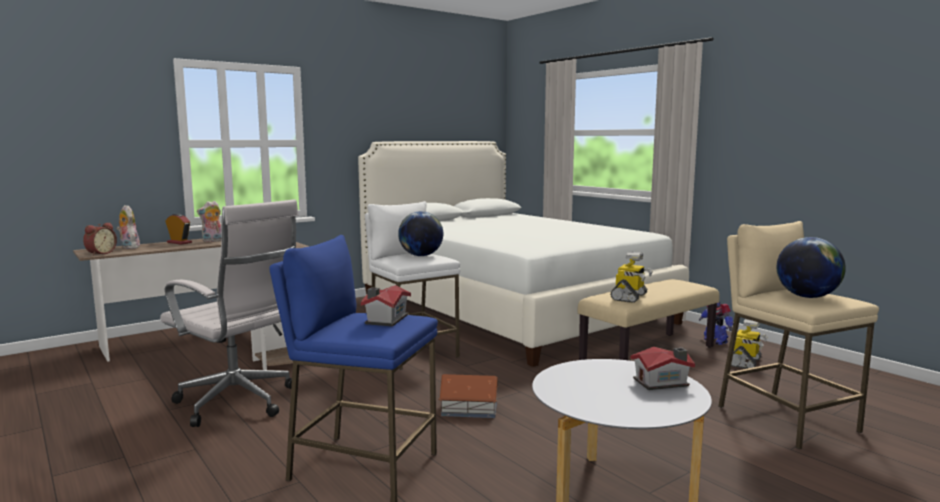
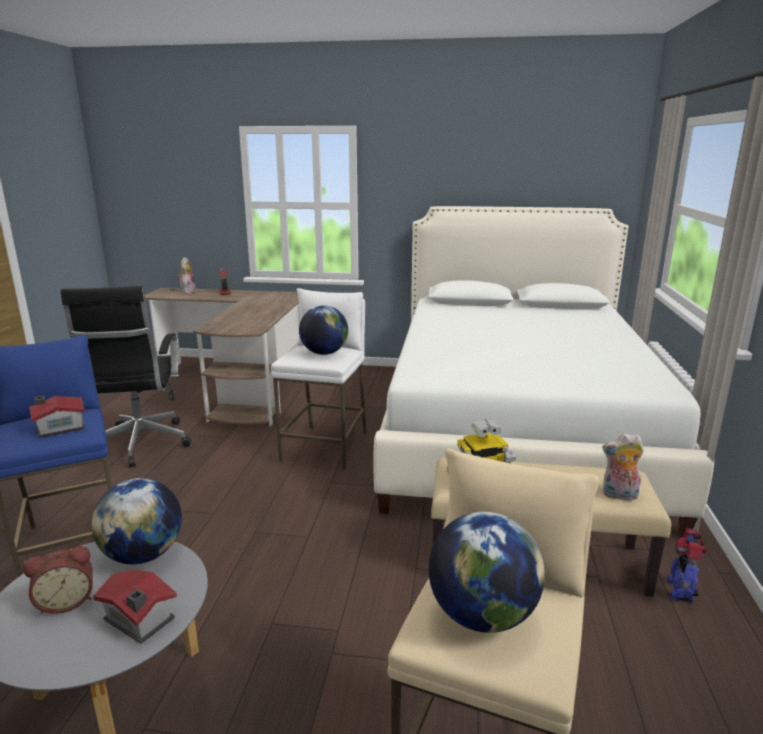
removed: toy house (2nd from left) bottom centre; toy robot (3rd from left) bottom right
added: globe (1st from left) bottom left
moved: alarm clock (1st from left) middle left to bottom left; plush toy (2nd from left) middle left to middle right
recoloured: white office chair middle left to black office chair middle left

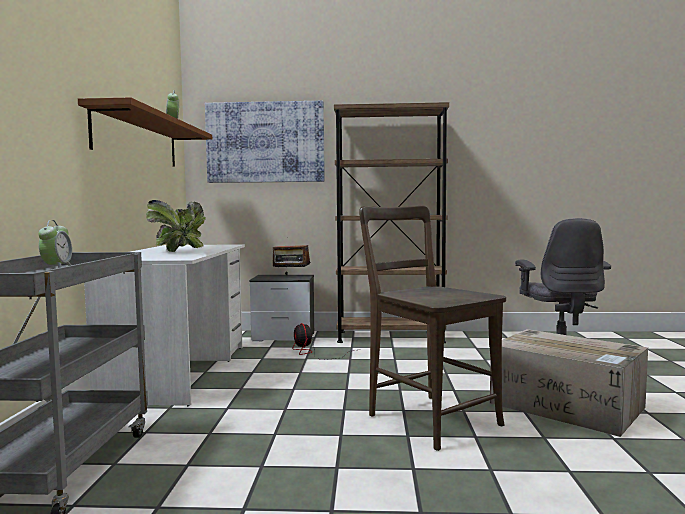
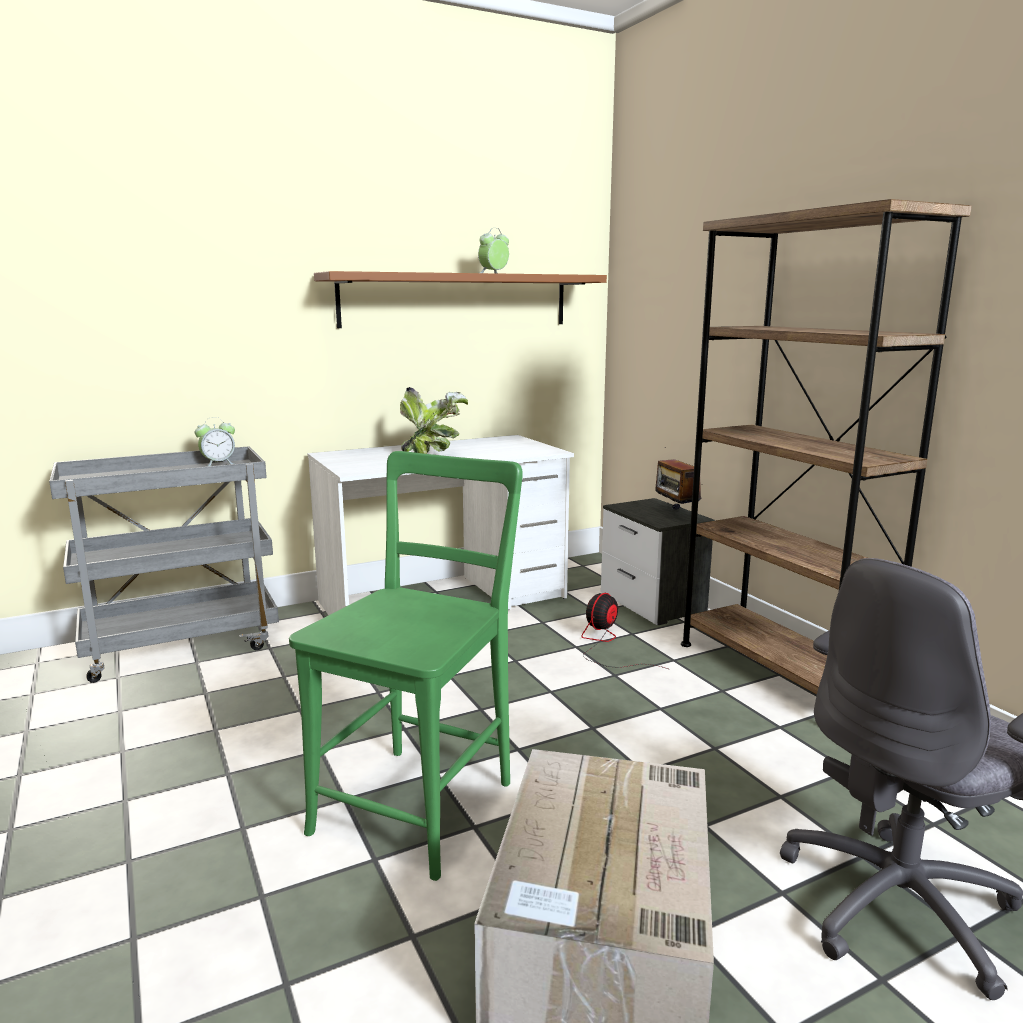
removed: picture top centre
recoloured: brown chair centre to green chair centre

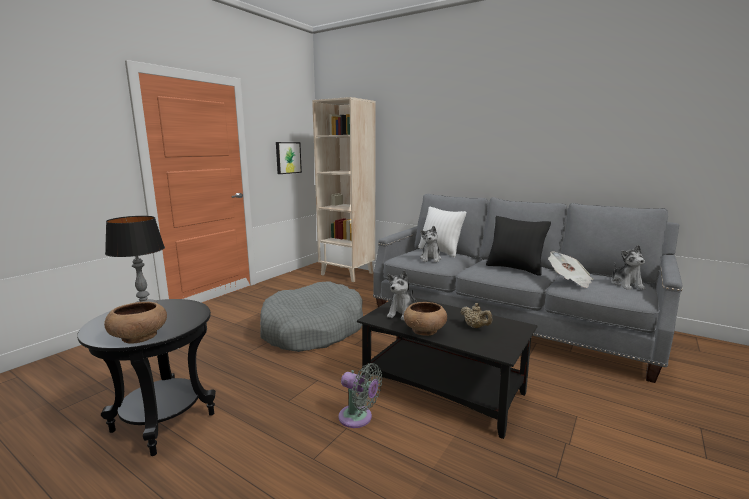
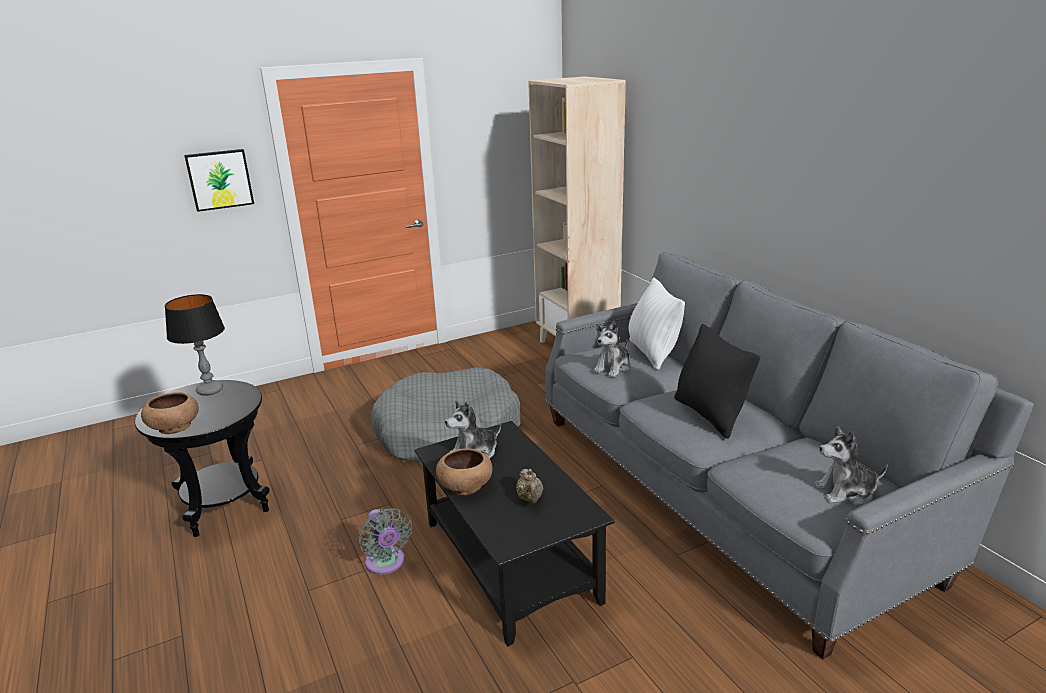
removed: newspaper middle right
moved: picture top centre to top left
turned: plush toy (3rd from left) middle right = bottom right 60 degrees clockwise

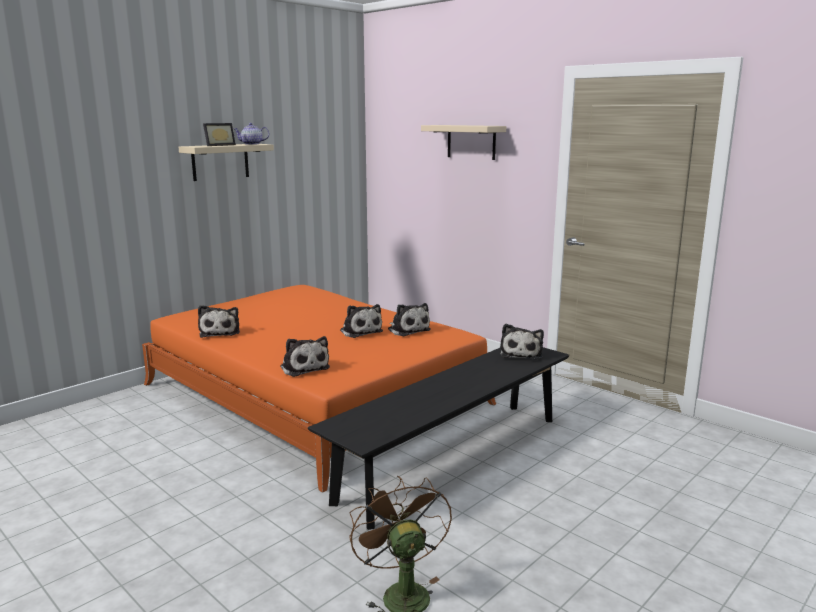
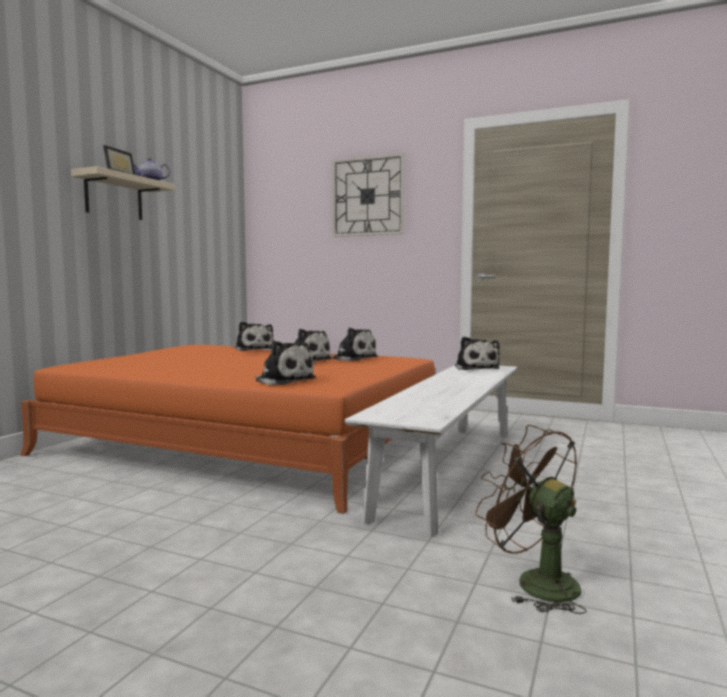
moved: plush toy (1st from left) middle left to centre
replaced: beige shelf (2nd from left) top centre to wall clock top centre
recoloured: black bench bottom centre to white bench centre

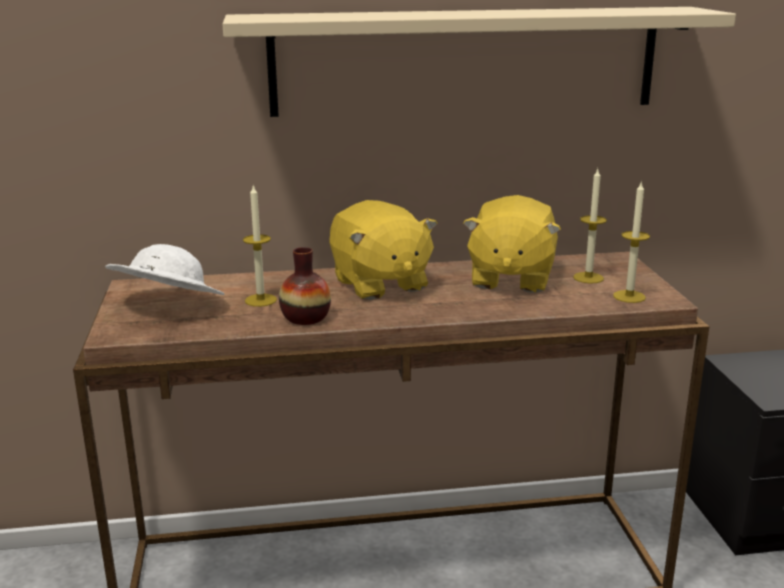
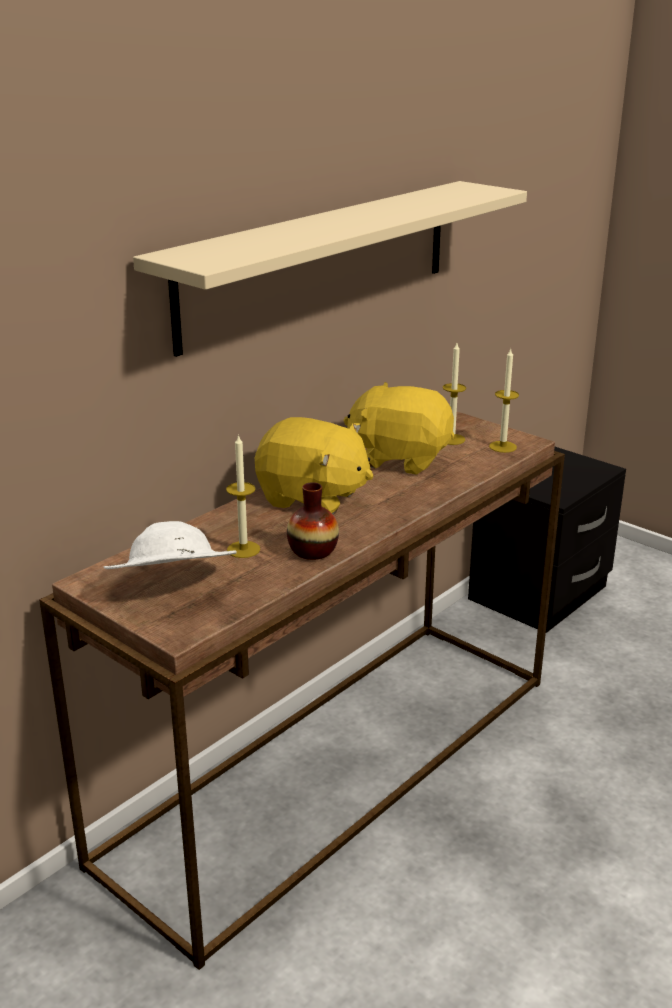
turned: yellow plush toy (2nd from left) centre = centre 135 degrees clockwise

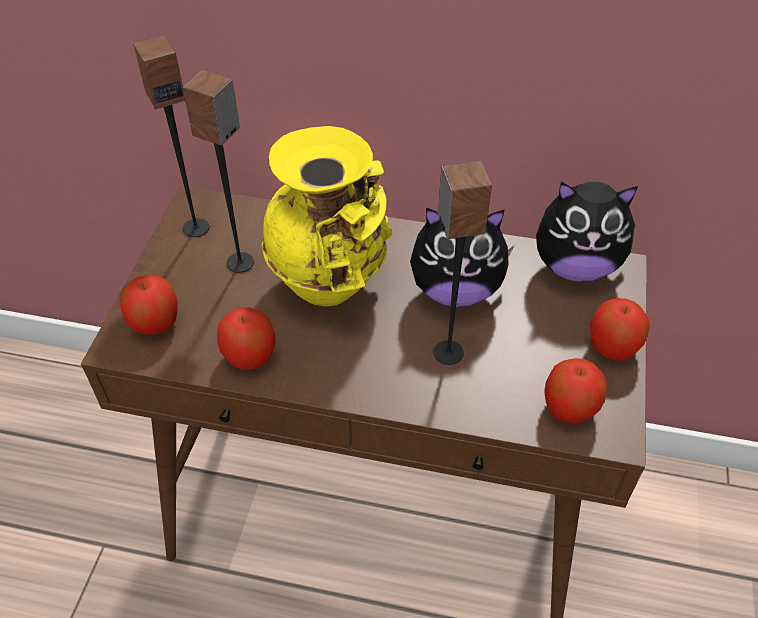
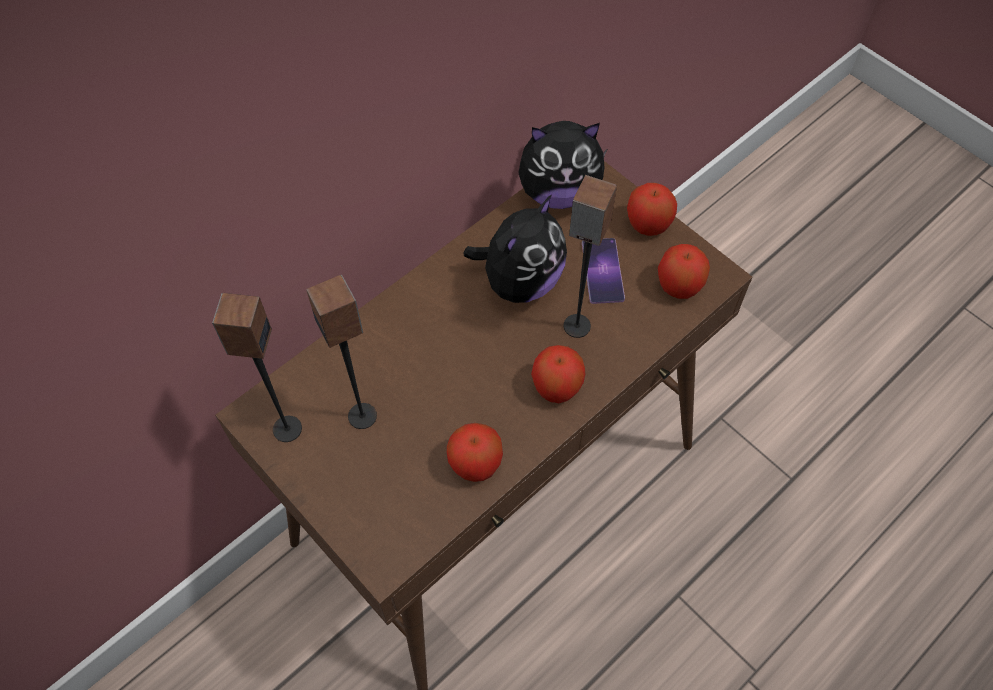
removed: yellow vase centre
added: phone centre
moved: apple (1st from left in the first image) middle left to apple (2nd from left) centre
turned: plush toy (2nd from left) middle right = top centre 45 degrees clockwise

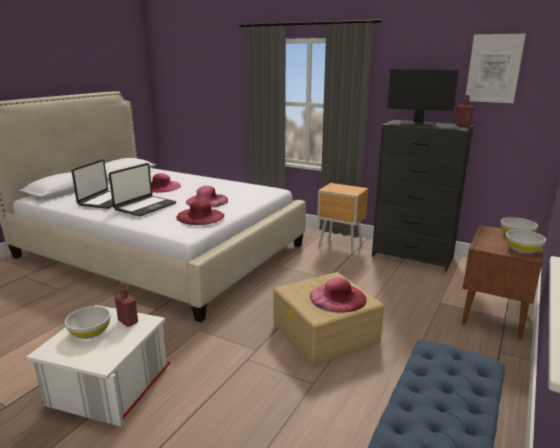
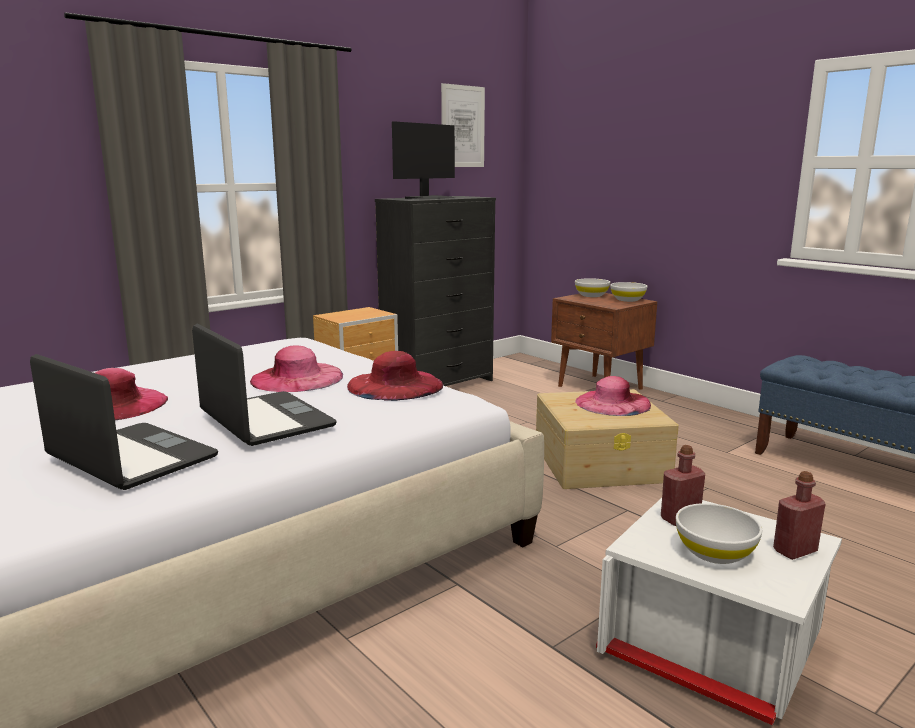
moved: red bottle (2nd from left) top right to bottom right

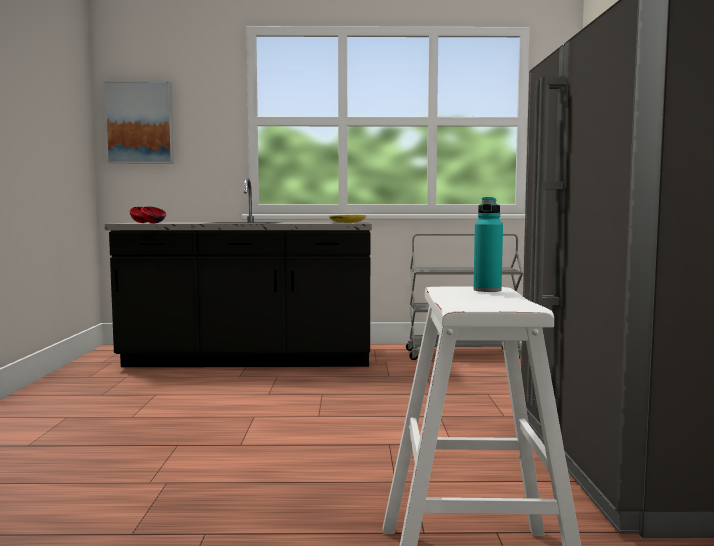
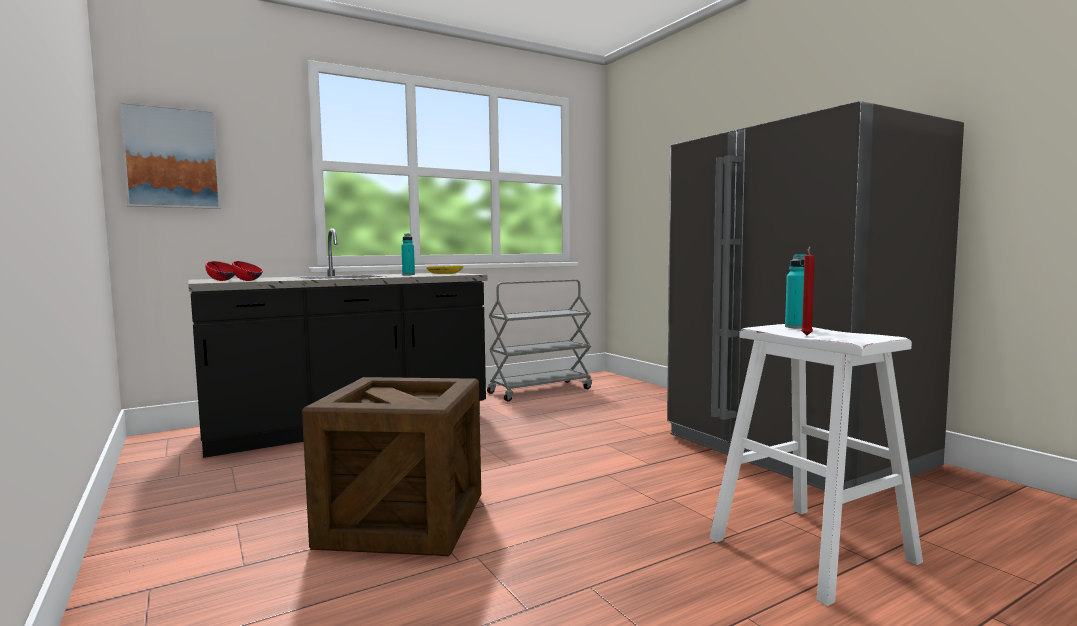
added: crate bottom centre; turquoise bottle (1st from left) centre; red candle middle right

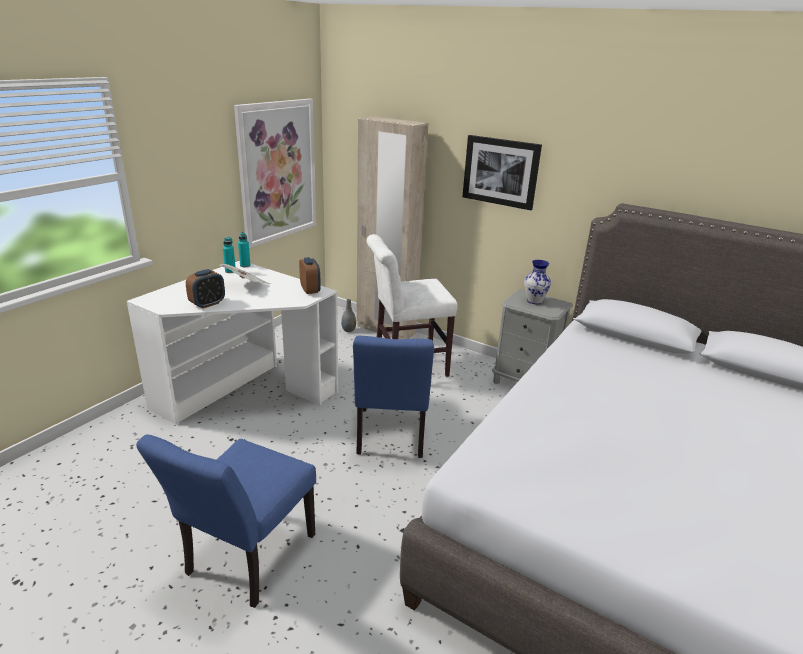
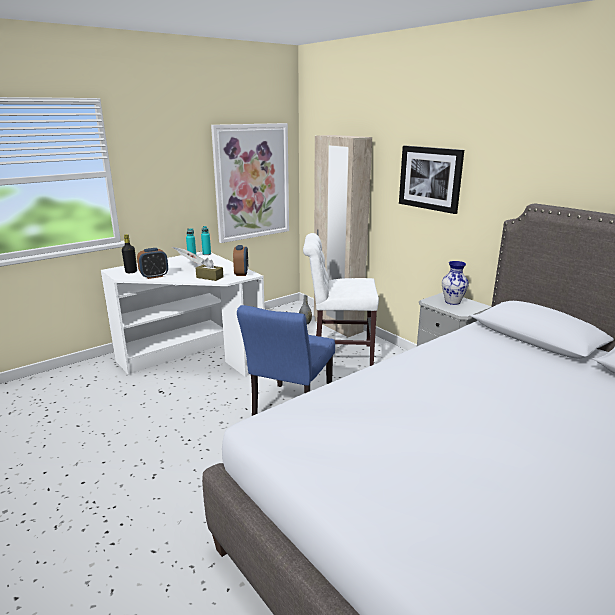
removed: blue chair (1st from left) bottom left
added: black bottle middle left; brown tissue box centre

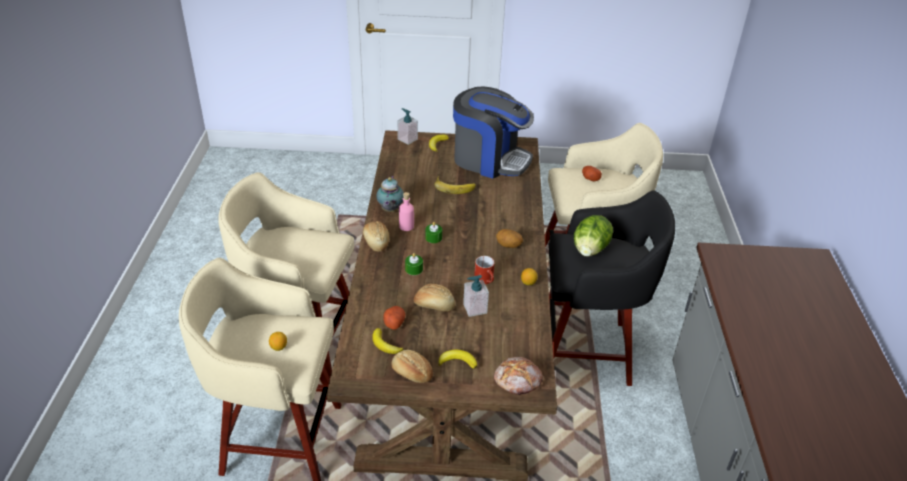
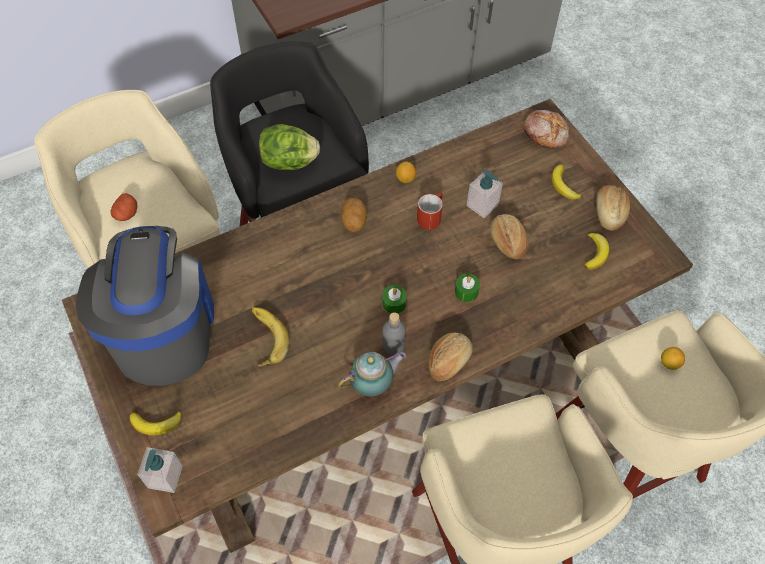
removed: potato (1st from left) centre
recoloured: pink bottle centre to grey bottle centre

